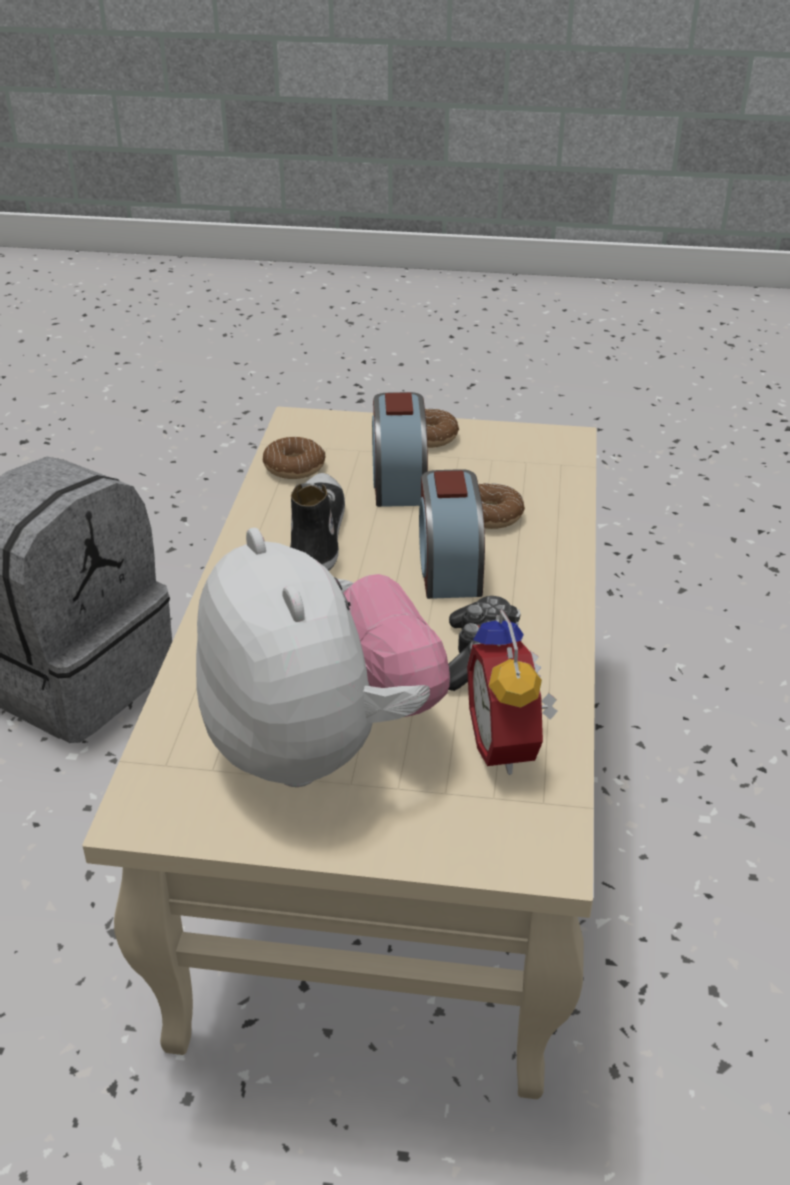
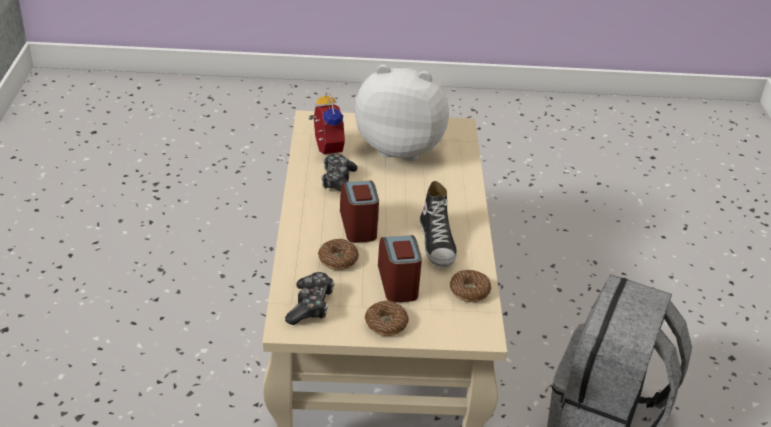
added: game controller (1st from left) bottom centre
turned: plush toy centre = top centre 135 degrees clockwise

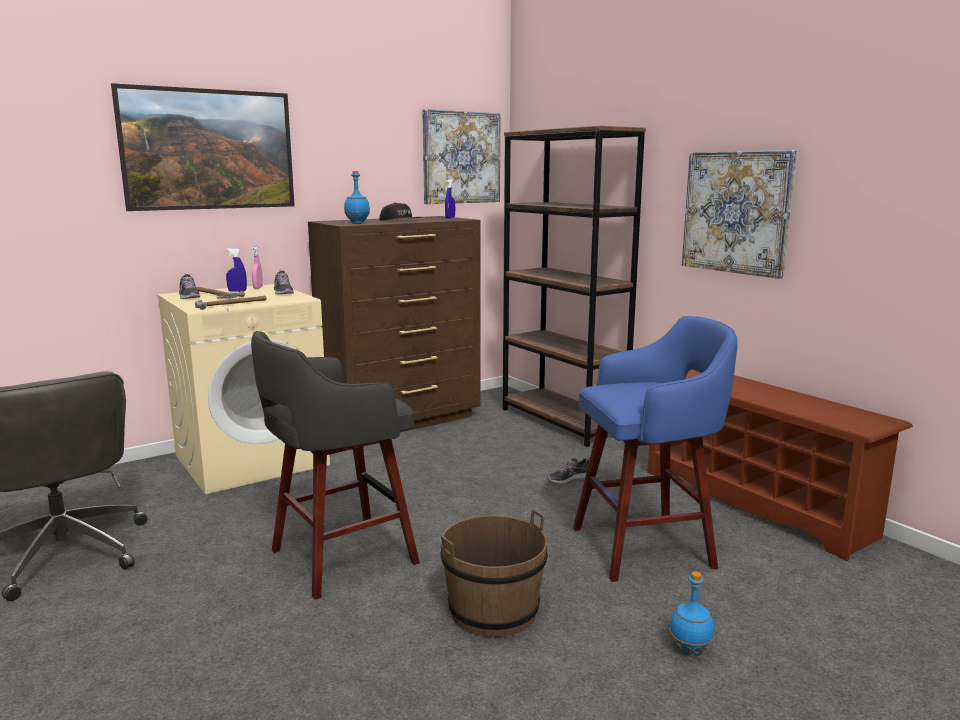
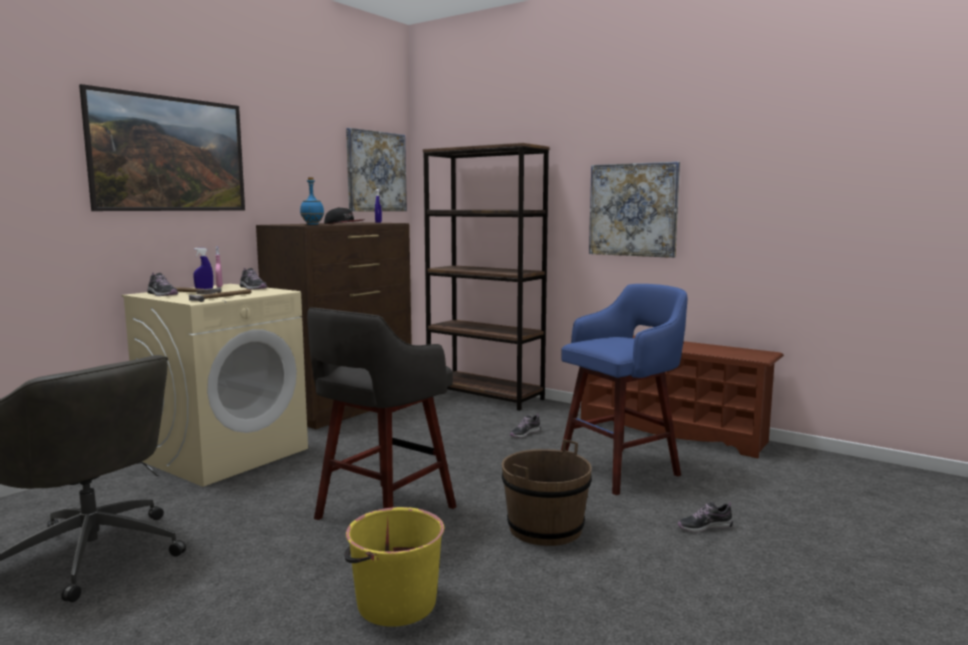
added: yellow bucket bottom centre
replaced: blue bottle (2nd from left) bottom right to shoe (4th from left) bottom right

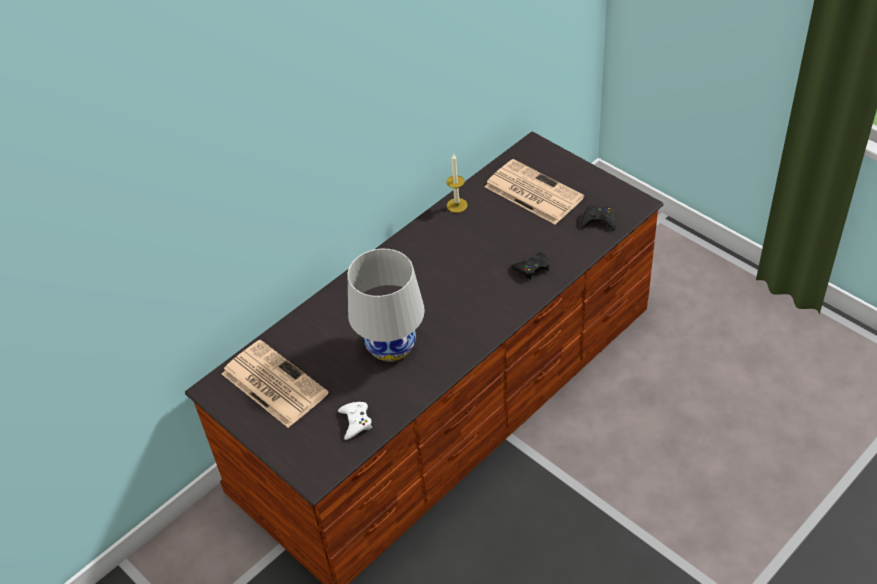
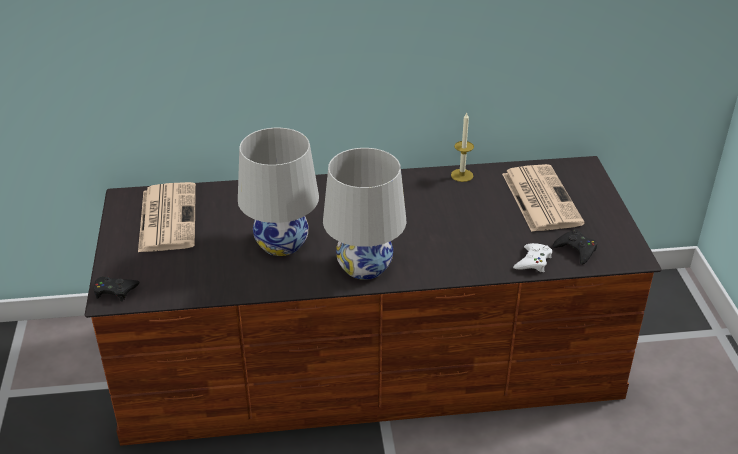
added: white table lamp (2nd from left) centre
moved: white game controller bottom centre to middle right; black game controller (1st from left) centre to middle left

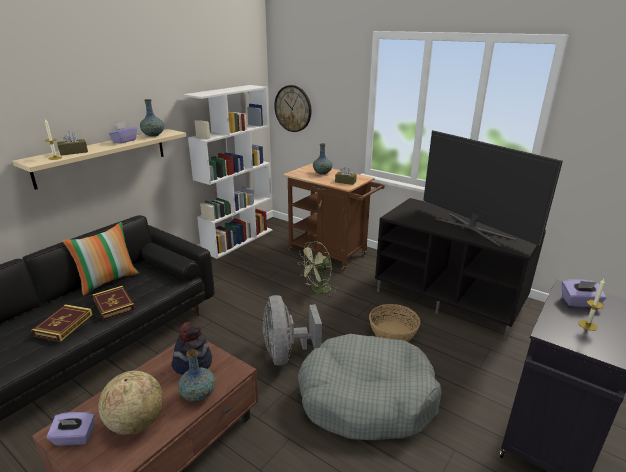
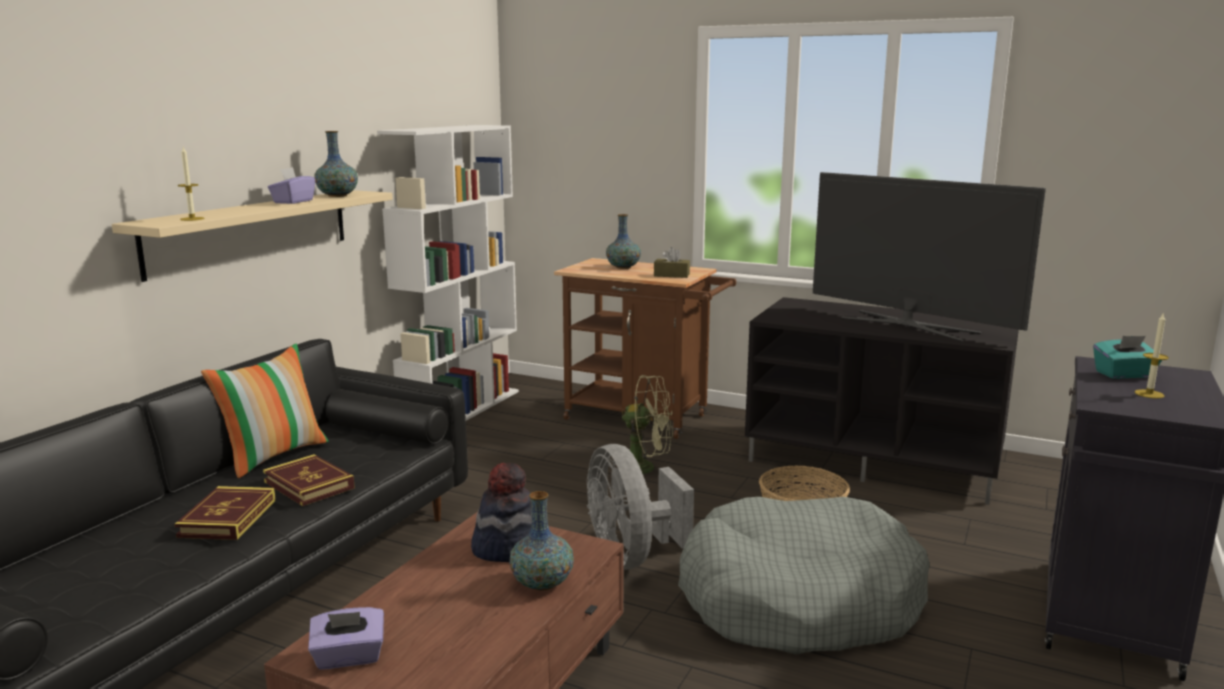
removed: brown tissue box (1st from left) top left; globe bottom left; wall clock top centre
recoloured: purple tissue box (3rd from left) middle right to turquoise tissue box middle right
turned: green fan centre = centre 120 degrees counterclockwise

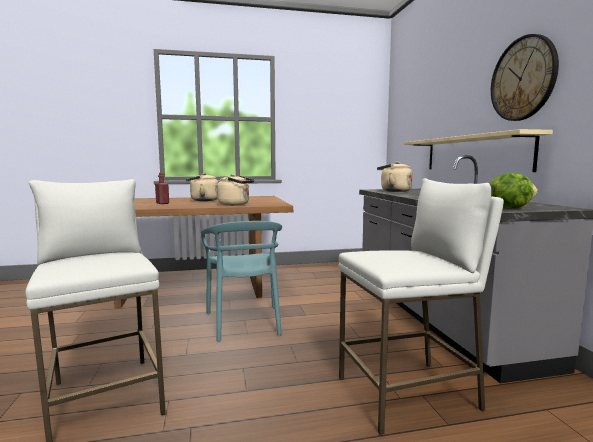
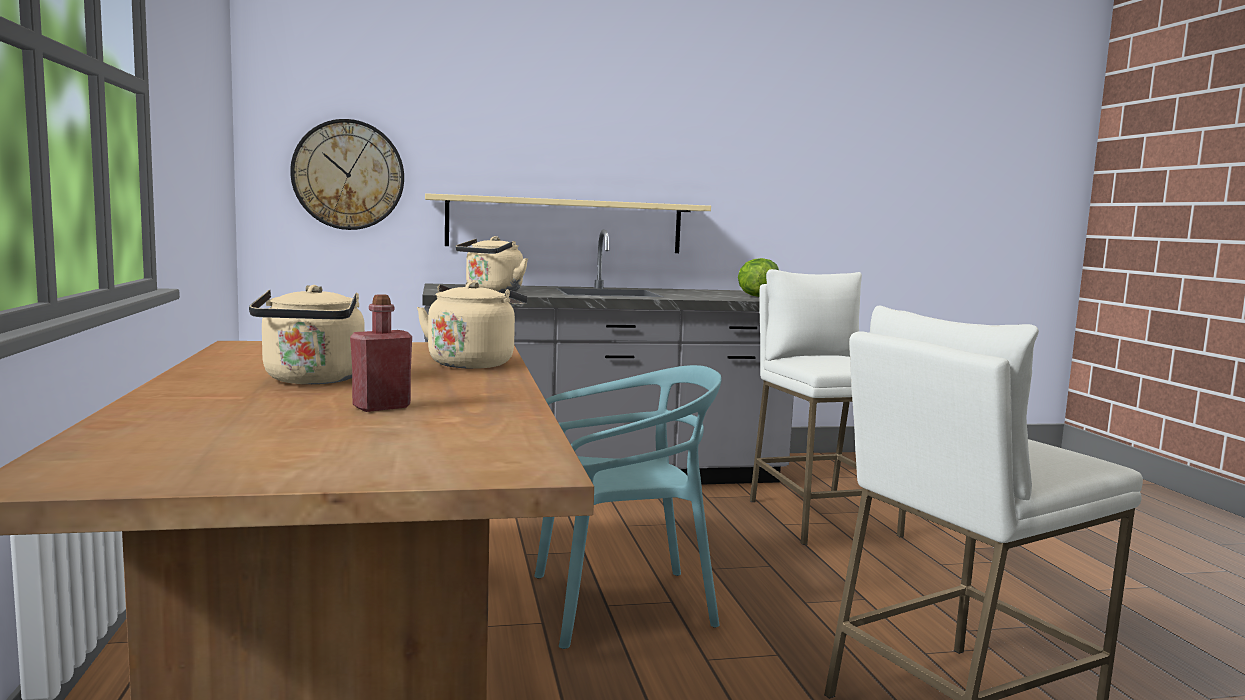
moved: wall clock top right to top left

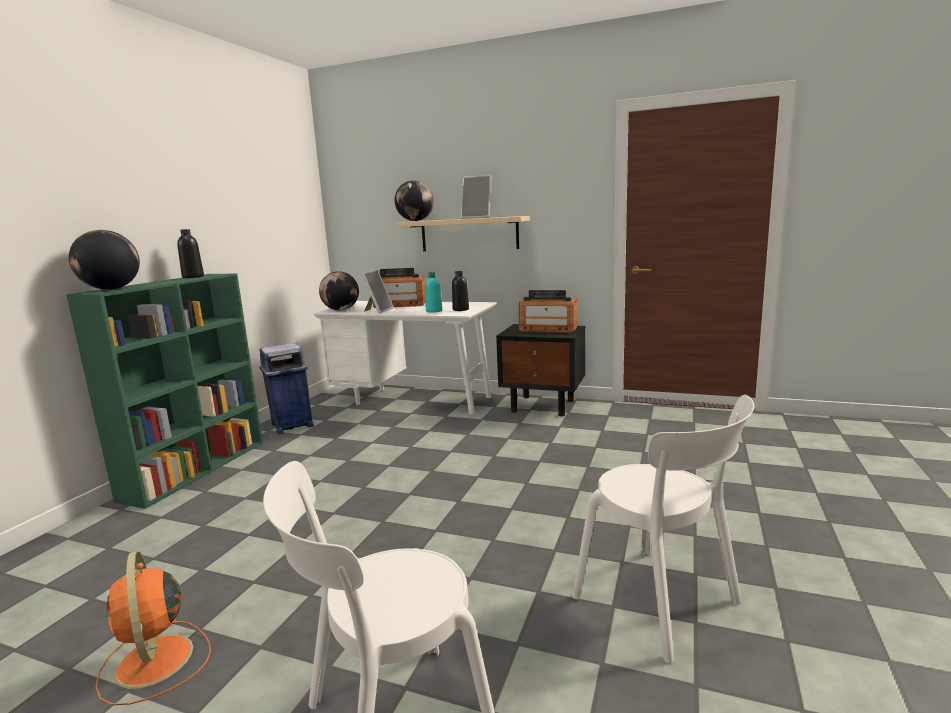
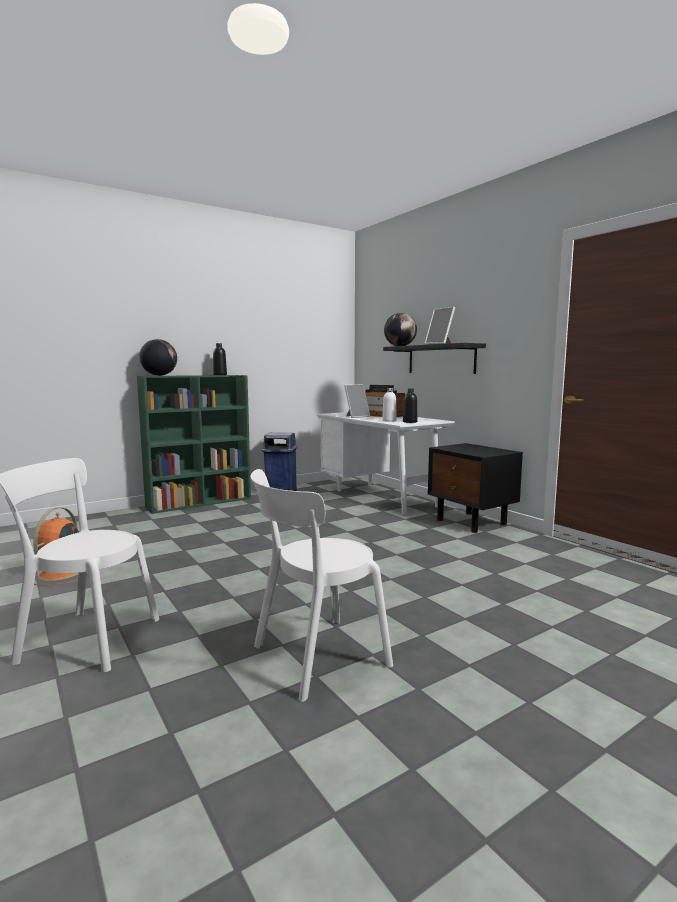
removed: globe (2nd from left) centre; radio (2nd from left) centre
recoloured: beige shelf top centre to black shelf centre; turquoise bottle centre to white bottle centre
turned: white chair (2nd from left) bottom right = centre 60 degrees clockwise

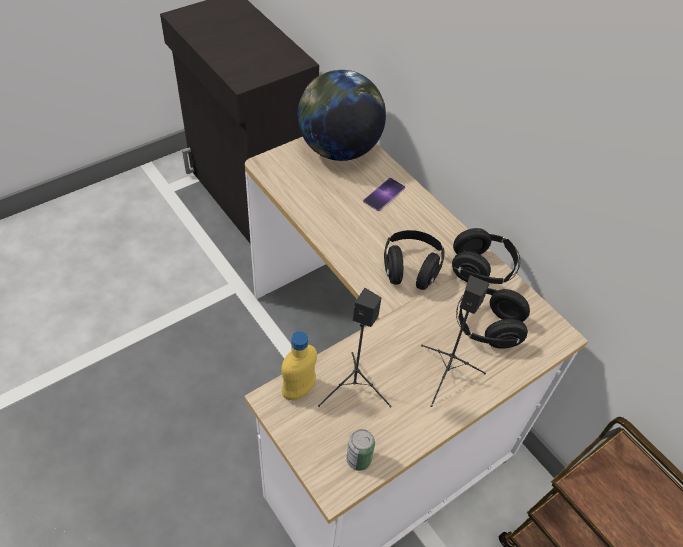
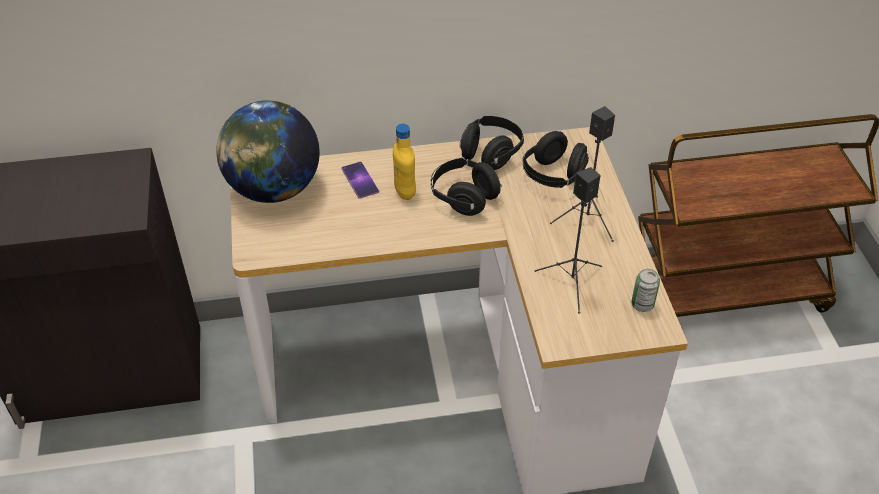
moved: yellow bottle bottom centre to top centre

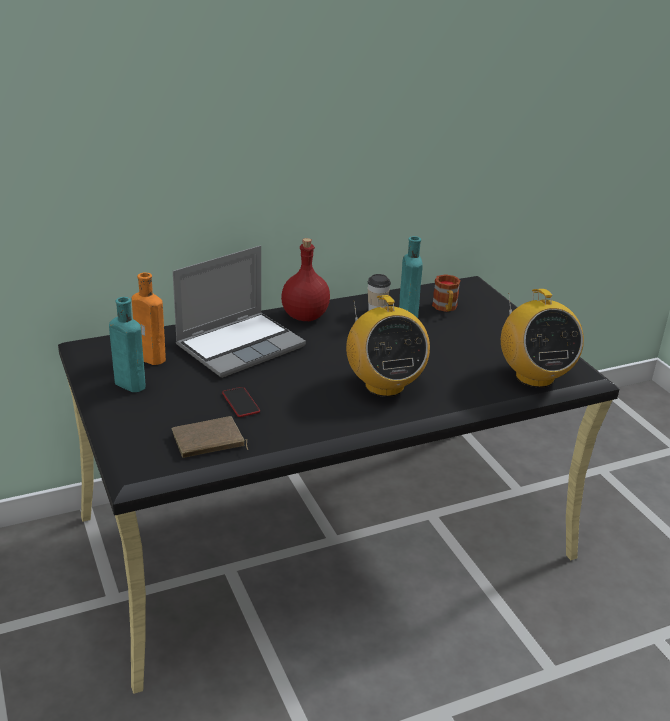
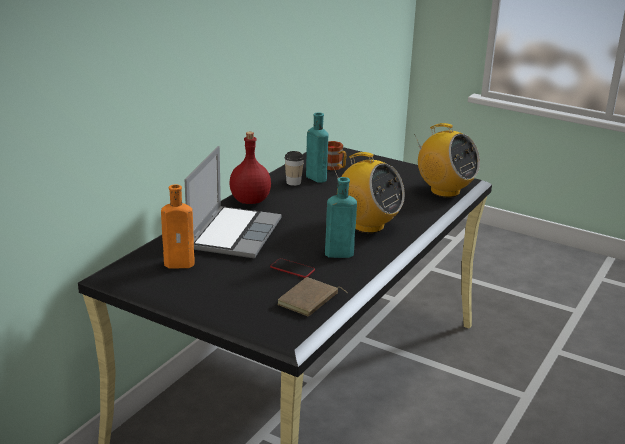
moved: turquoise bottle (1st from left in the first image) middle left to turquoise bottle (2nd from left) centre

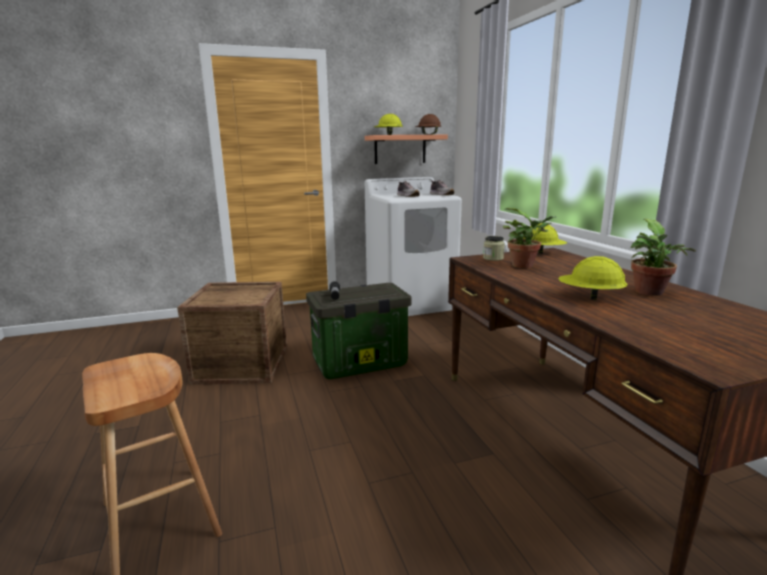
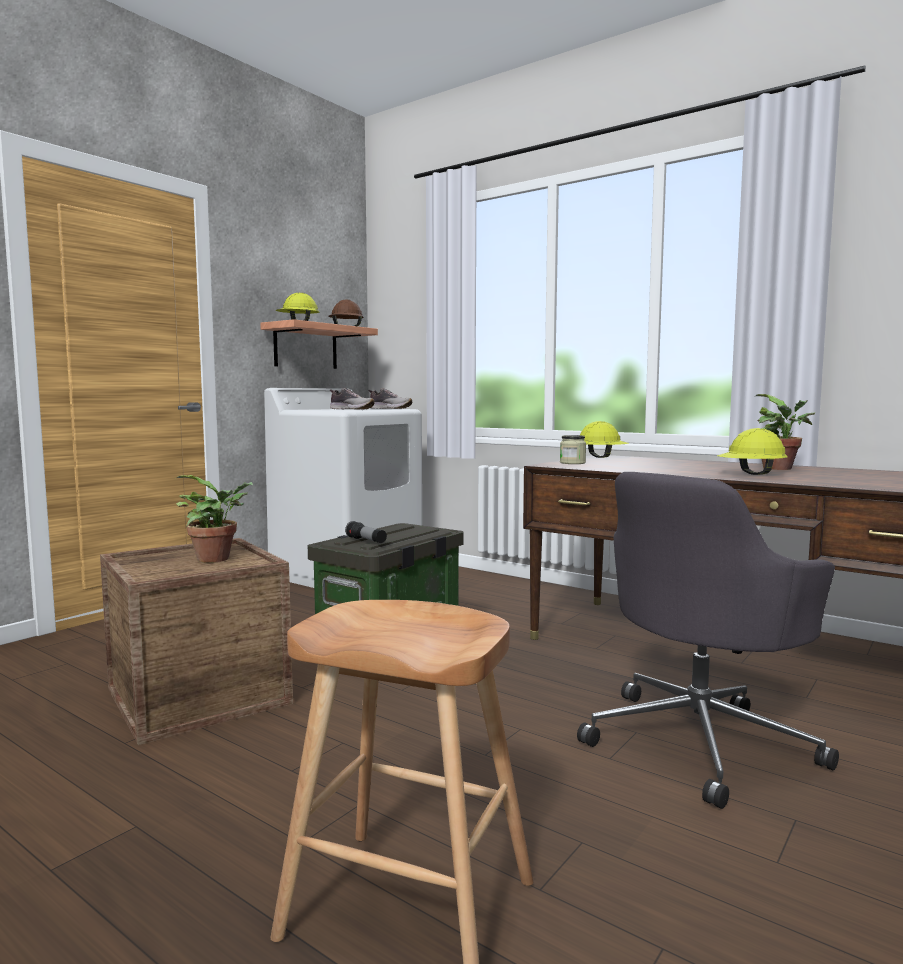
added: grey office chair middle right
moved: potted plant (1st from left) middle right to middle left

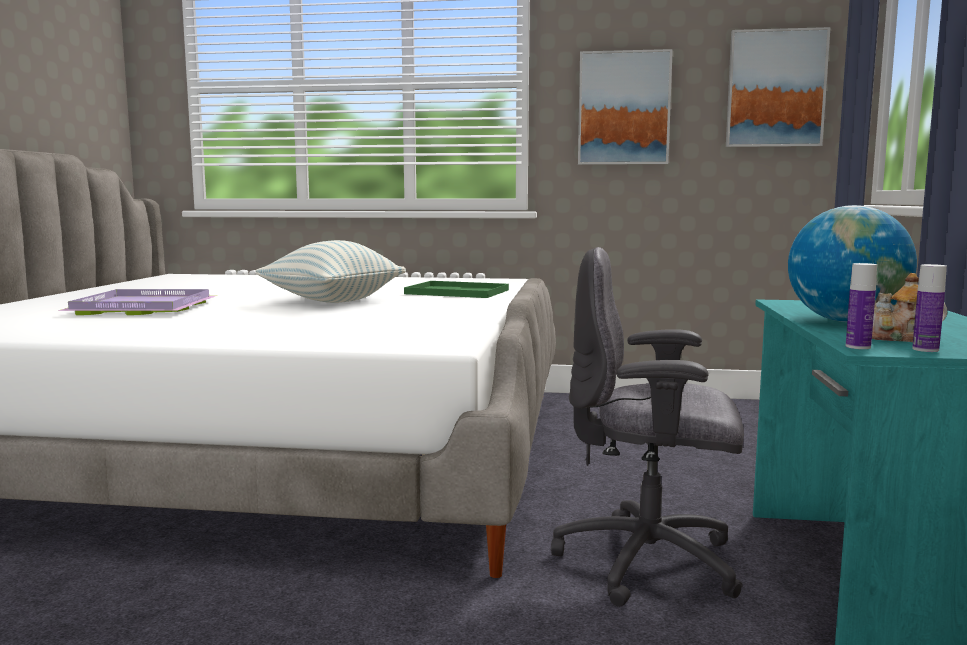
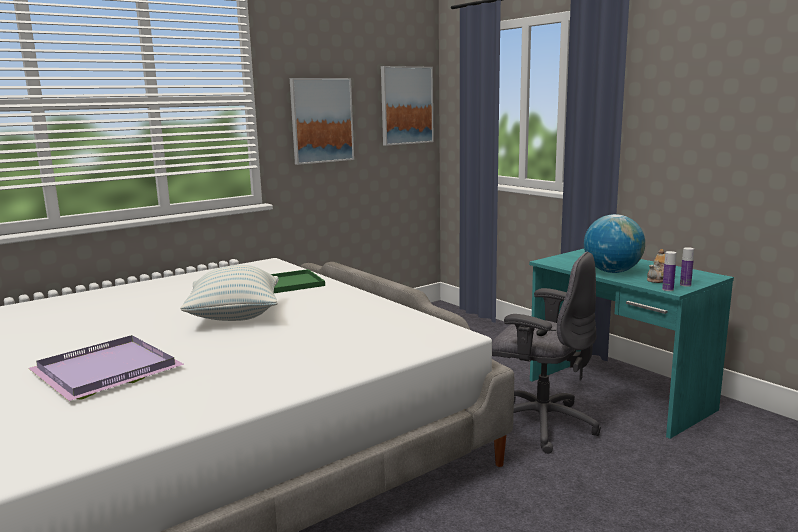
turned: grey office chair middle right = middle right 120 degrees counterclockwise

